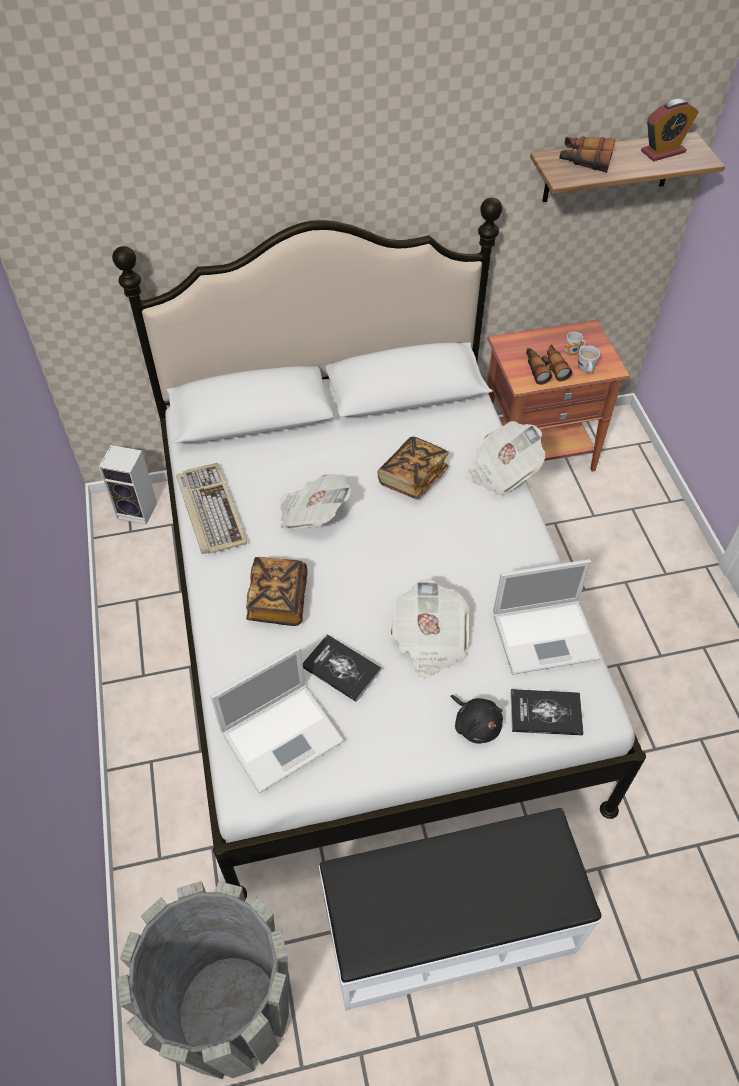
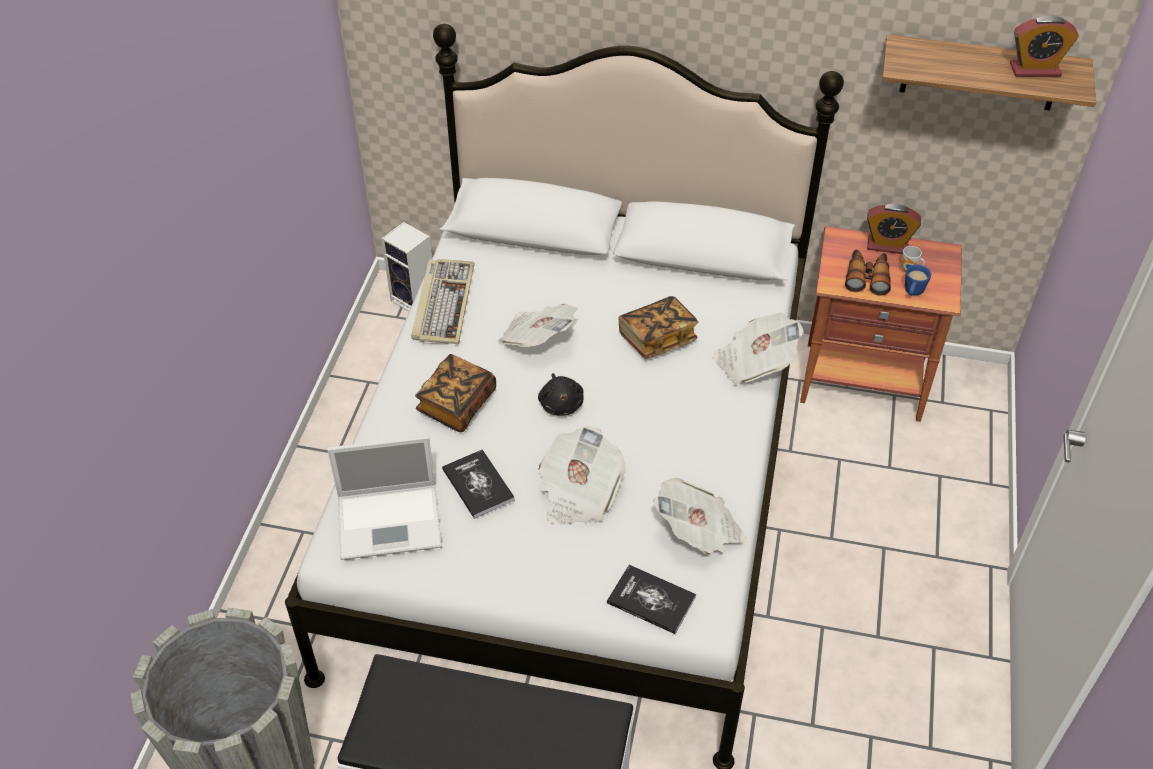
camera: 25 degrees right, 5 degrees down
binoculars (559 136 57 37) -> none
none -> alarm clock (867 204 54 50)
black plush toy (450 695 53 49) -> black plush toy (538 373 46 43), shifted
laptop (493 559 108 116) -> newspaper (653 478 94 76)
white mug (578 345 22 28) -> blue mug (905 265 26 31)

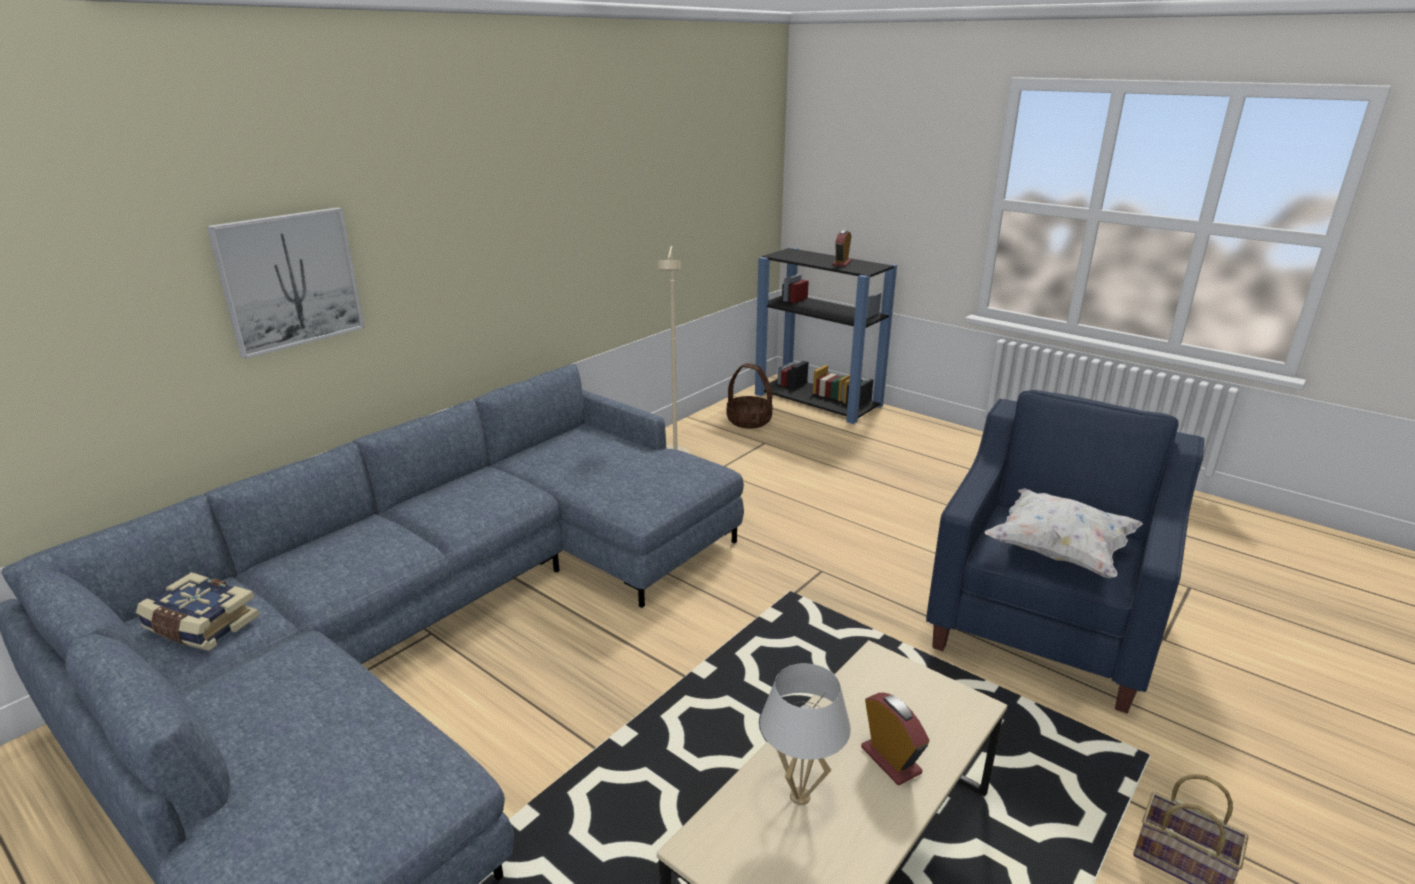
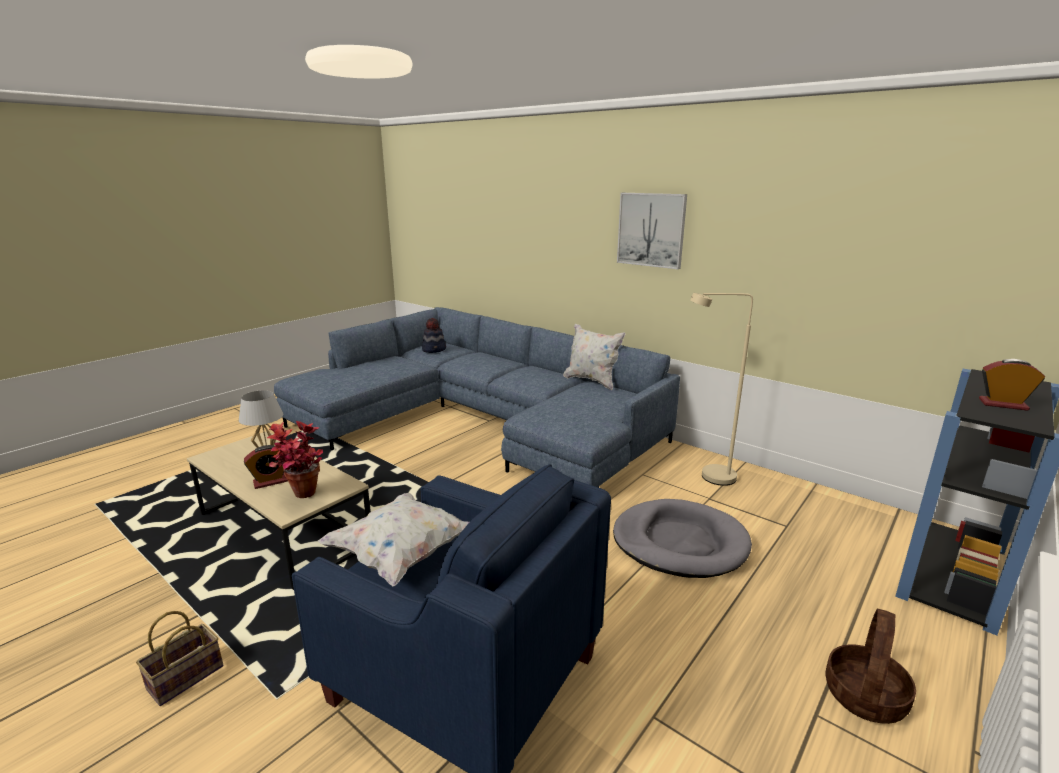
camera: 90 degrees right, 5 degrees down
none -> potted plant (267 421 56 77)
none -> white pillow (563 324 63 66)
none -> grey dog bed (613 499 139 79)
picture (207 207 158 152) -> picture (617 193 70 76), shifted
basket (727 363 46 65) -> basket (826 608 90 116), shifted
book (136 572 124 79) -> hat (422 318 24 35)

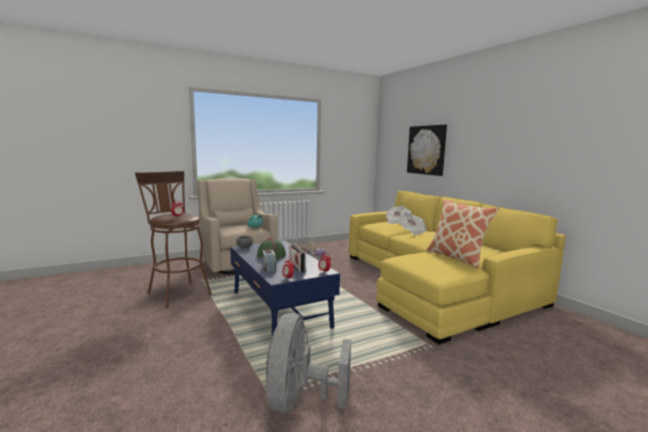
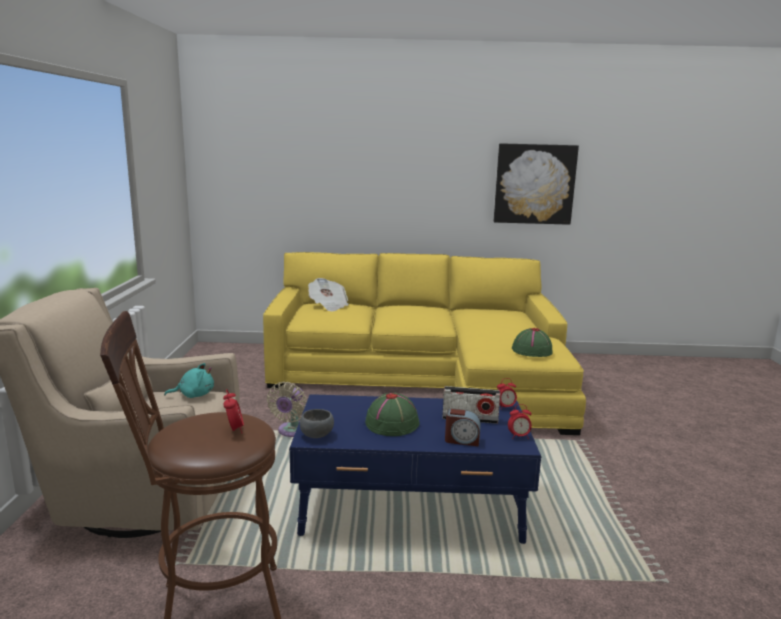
camera: 60 degrees left, 5 degrees up
grey fan (266 313 85 100) -> none
newspaper (399 213 28 22) -> none
pillow (426 199 74 70) -> none
none -> green hat (512 328 41 29)
picture (407 124 40 52) -> picture (494 143 85 82), shifted

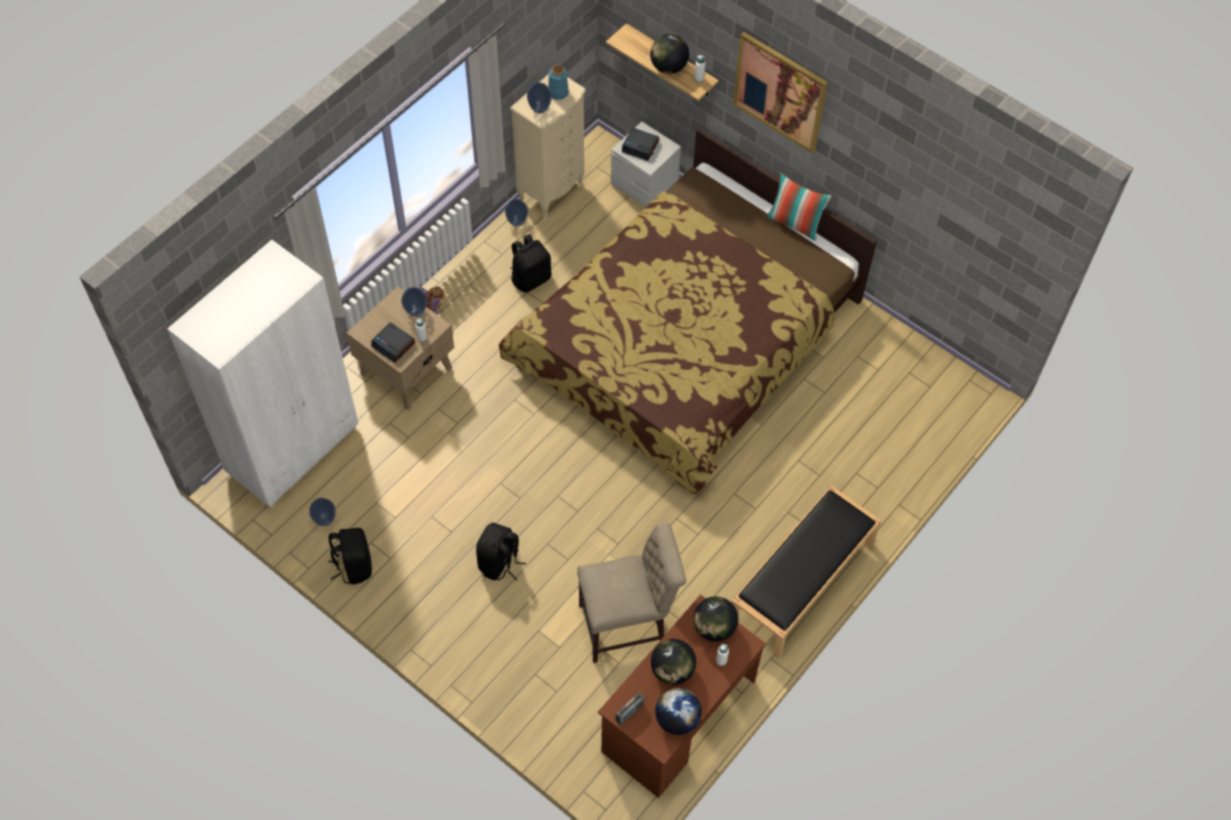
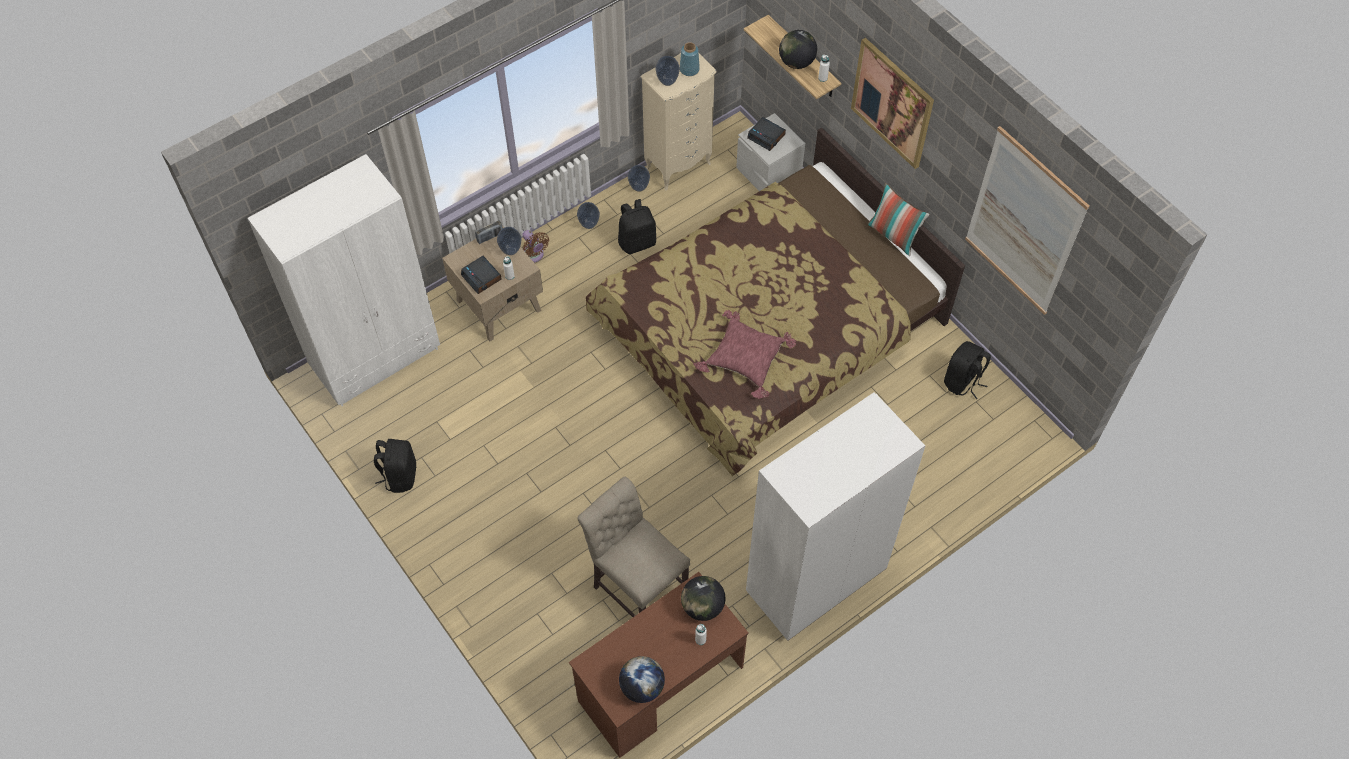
camera: 15 degrees right, 0 degrees up
globe (651 639 45 46) -> none
none -> red pillow (693 310 104 89)
none -> picture (965 126 124 189)
vase (309 498 27 28) -> vase (577 202 23 27), shifted
black backpack (476 523 50 58) -> black backpack (944 341 47 58), shifted
radio (615 692 30 33) -> radio (475 220 28 24), shifted
black bench (732 486 149 173) -> white wardrobe (746 392 179 249)
beige chair (577 523 109 140) -> beige chair (577 477 113 140), 135 degrees counterclockwise

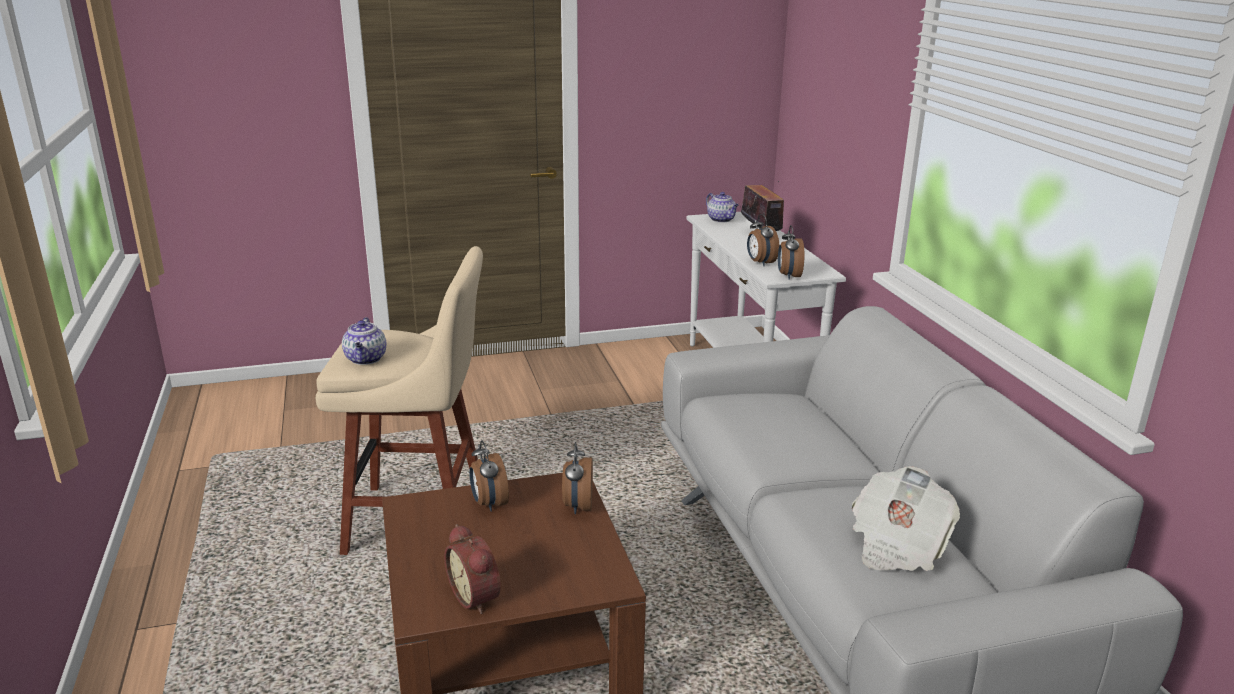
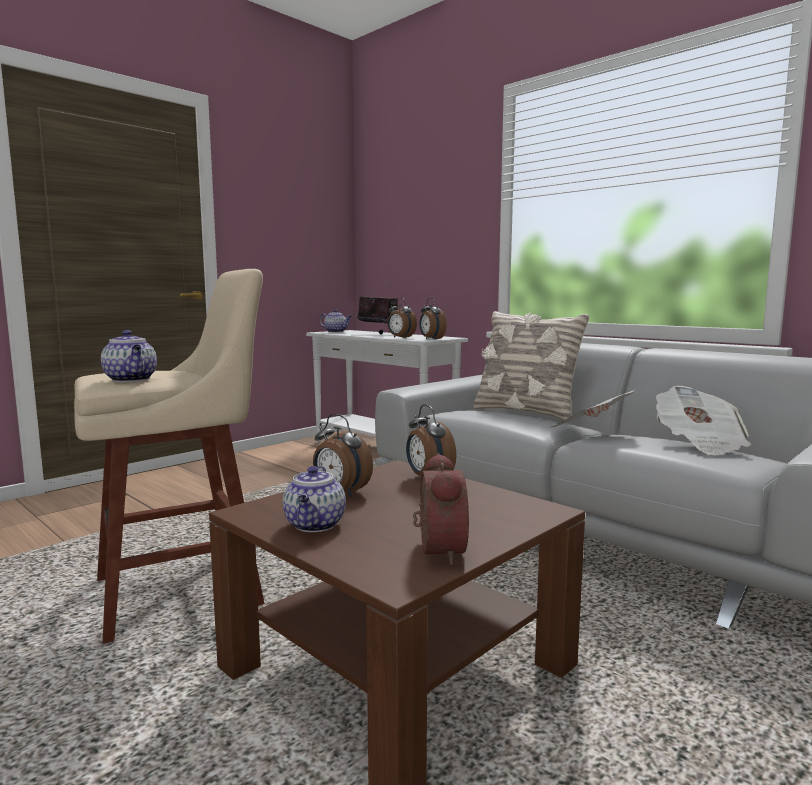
camera: 30 degrees left, 15 degrees down
none -> teapot (283 466 63 66)
none -> beige pillow (473 311 116 111)
none -> newspaper (551 390 83 38)
alarm clock (444 524 57 90) -> alarm clock (413 453 56 112), 120 degrees counterclockwise

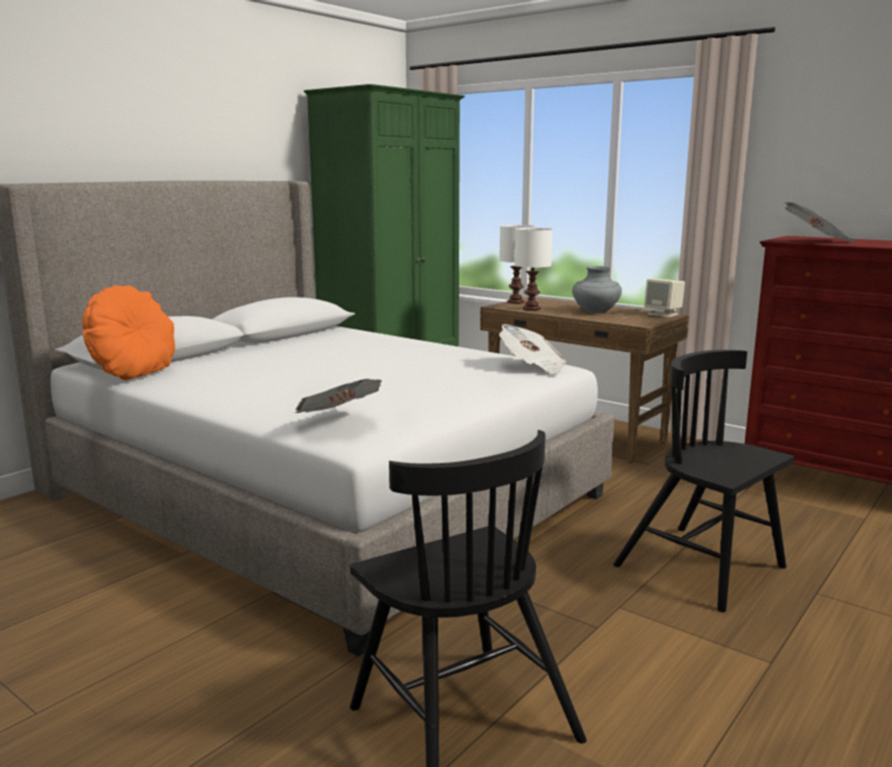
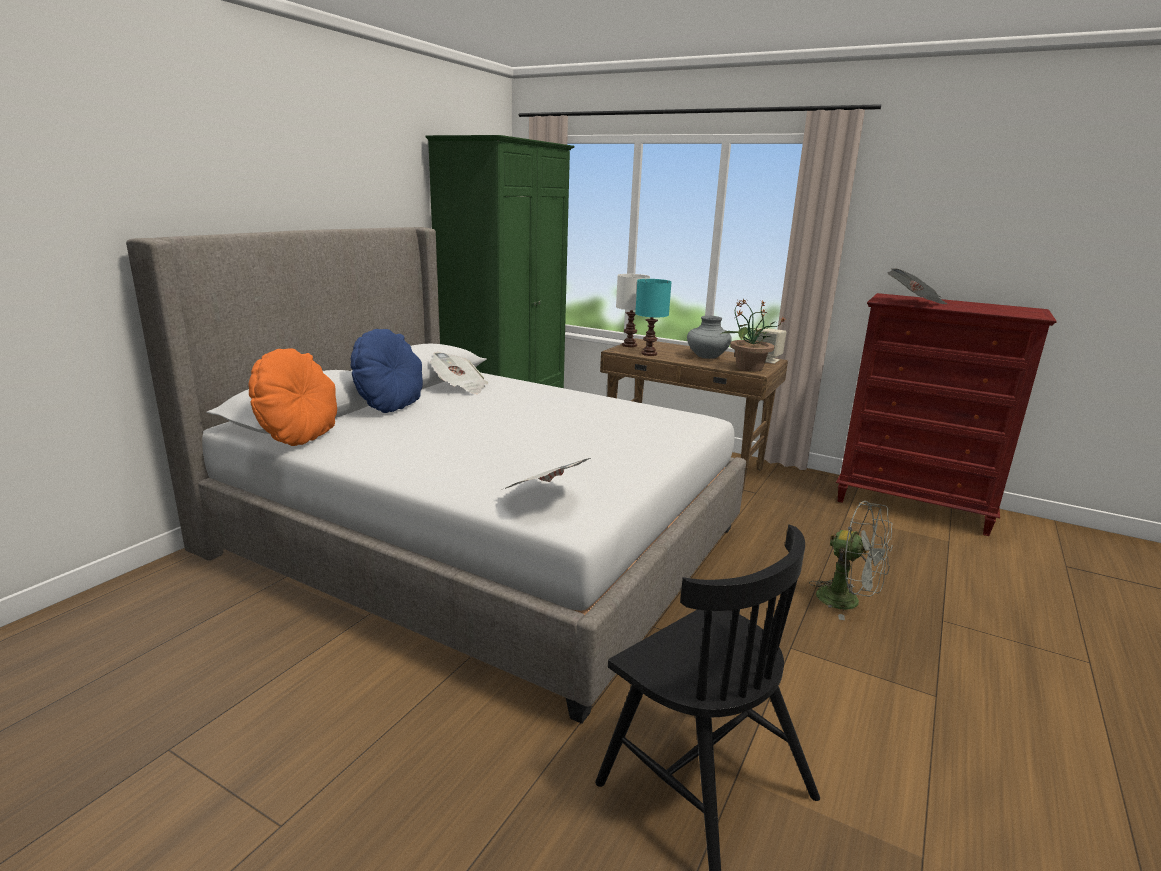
camera: 10 degrees left, 5 degrees up
none -> blue pillow (351 329 72 84)
none -> potted plant (721 299 65 73)
newspaper (499 324 67 50) -> newspaper (430 352 58 42), shifted
black chair (613 350 182 262) -> grey fan (809 501 84 119)
white table lamp (515 228 38 83) -> turquoise table lamp (635 279 37 77)

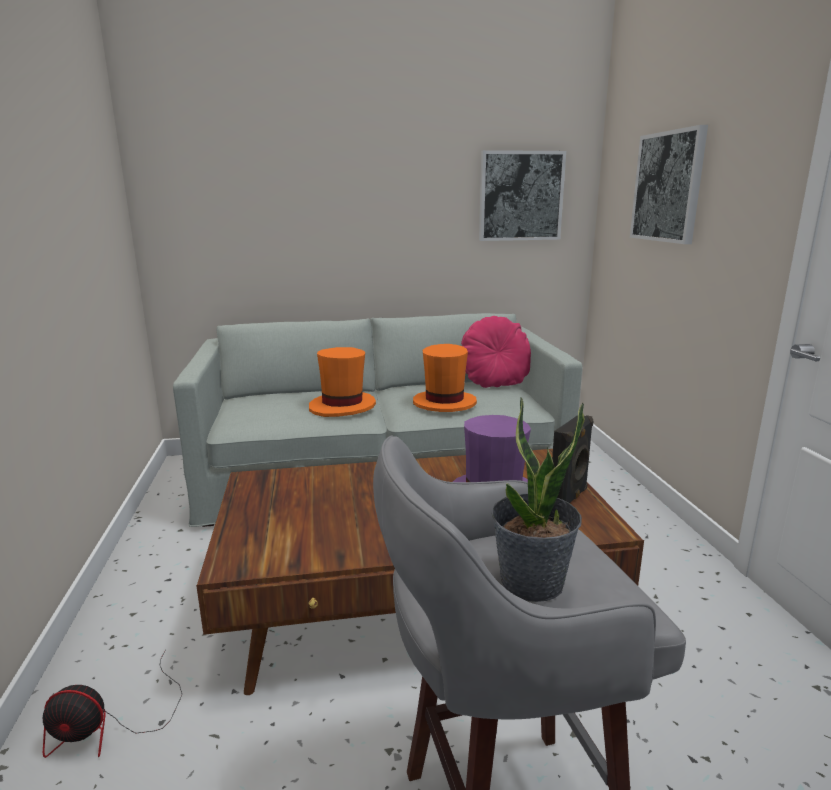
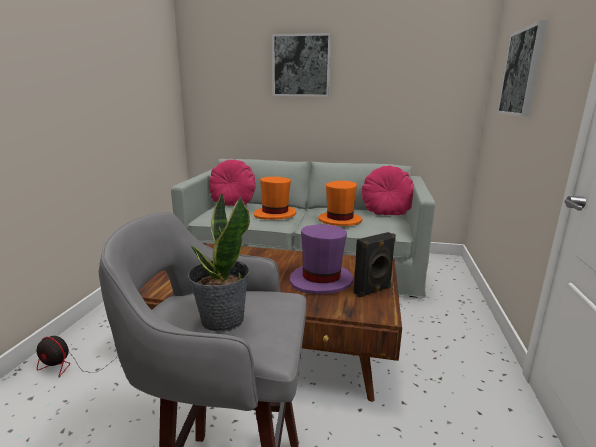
camera: 20 degrees right, 0 degrees up
none -> pink pillow (209 159 47 47)
picture (479 150 87 91) -> picture (272 33 59 64), shifted

